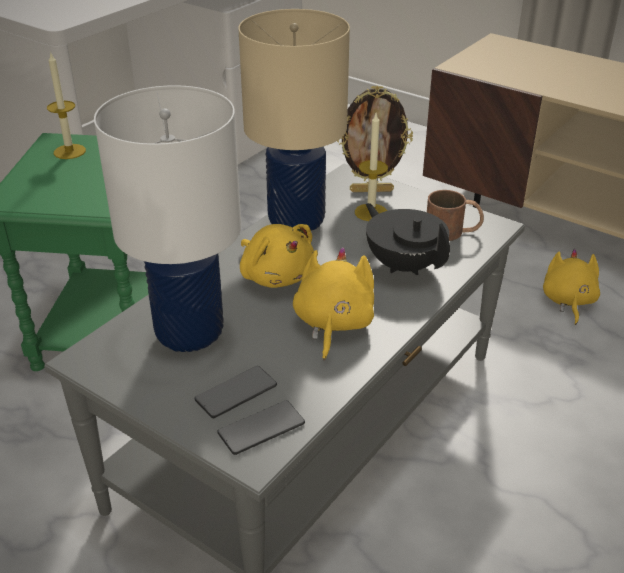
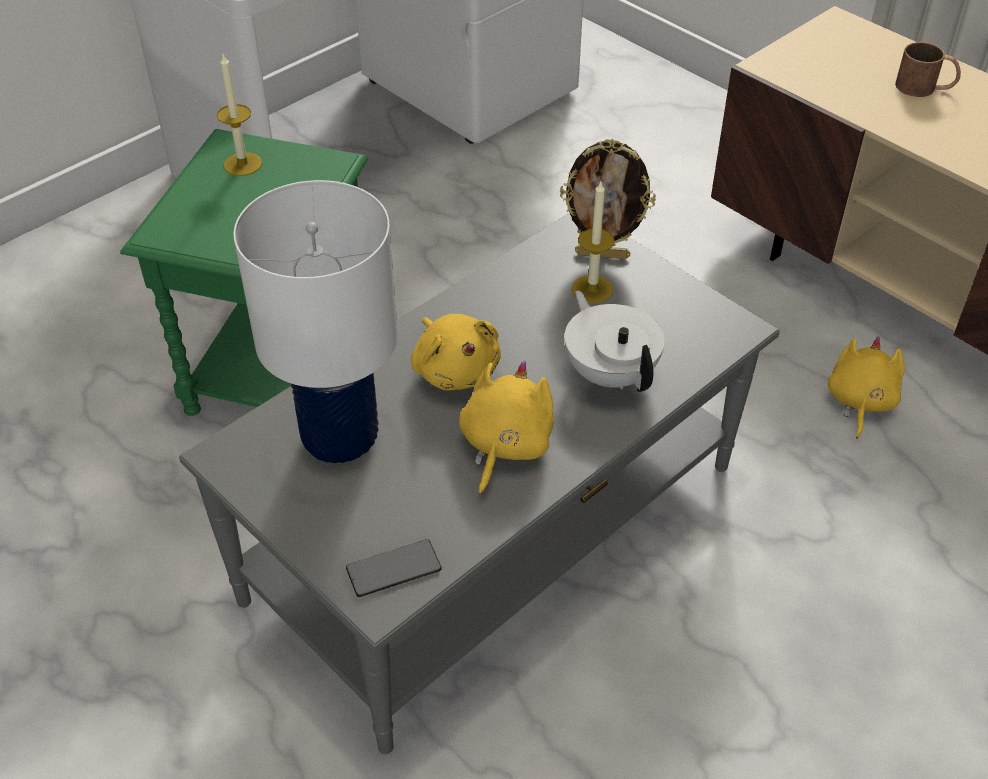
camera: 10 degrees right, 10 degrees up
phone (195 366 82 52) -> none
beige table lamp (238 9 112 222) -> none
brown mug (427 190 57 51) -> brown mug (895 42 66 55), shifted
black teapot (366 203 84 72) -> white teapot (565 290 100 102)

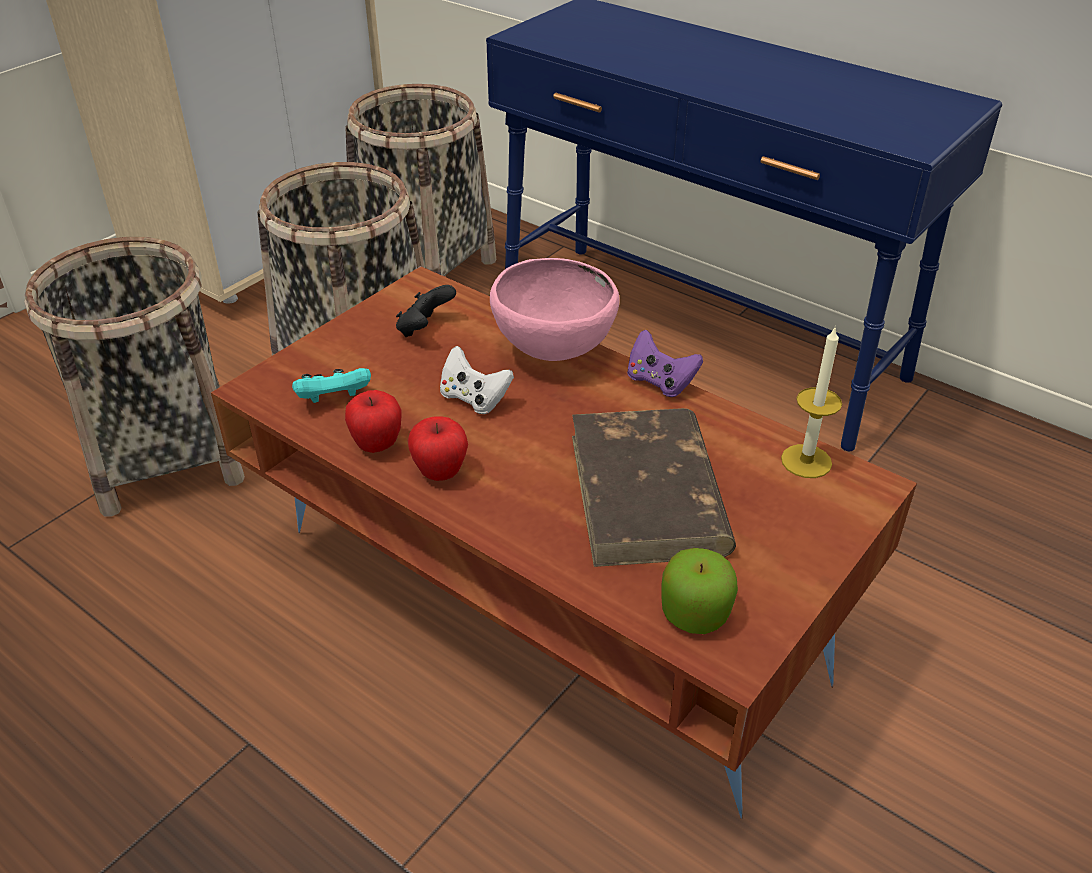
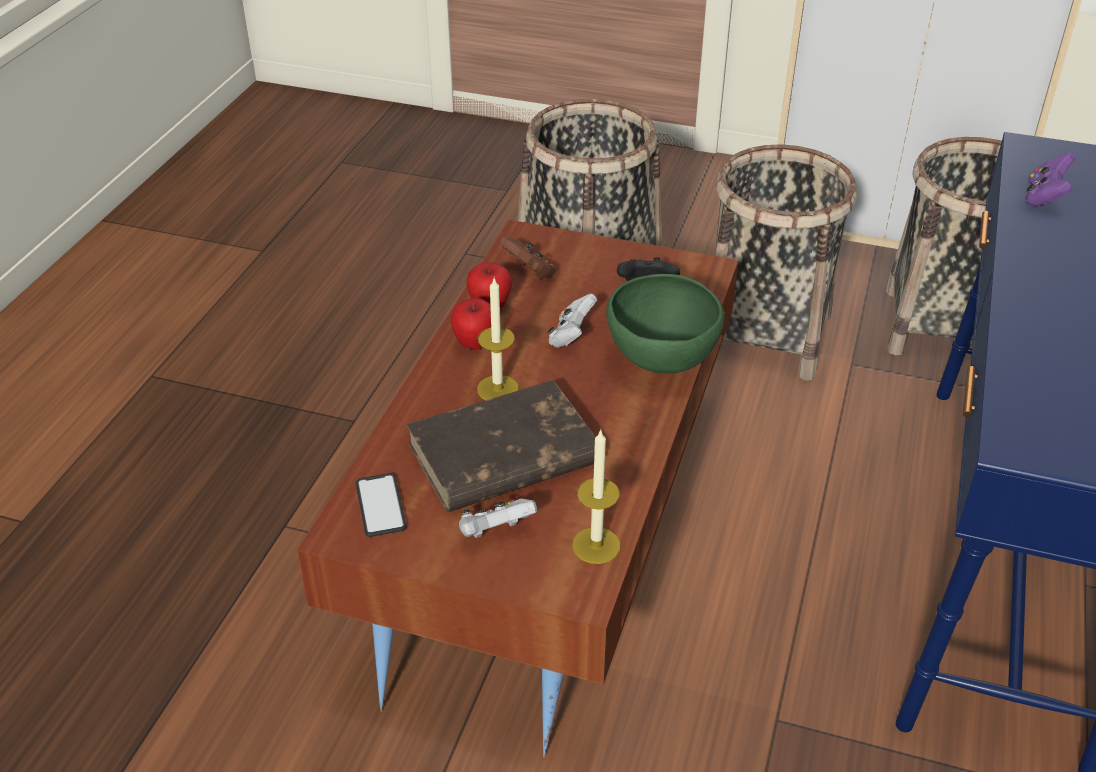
camera: 70 degrees right, 0 degrees up
none -> white game controller (459 499 78 39)
none -> candle (477 278 42 122)
purple game controller (627 329 76 68) -> purple game controller (1025 153 50 54), shifted
apple (661 548 77 86) -> phone (356 473 51 64)
turquoise game controller (292 368 79 35) -> brown game controller (500 237 56 42)
pink bowl (490 258 129 103) -> green bowl (606 274 119 100)

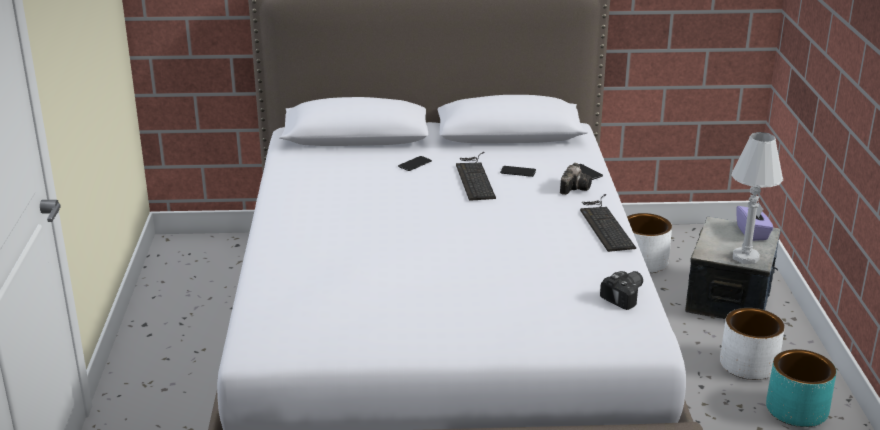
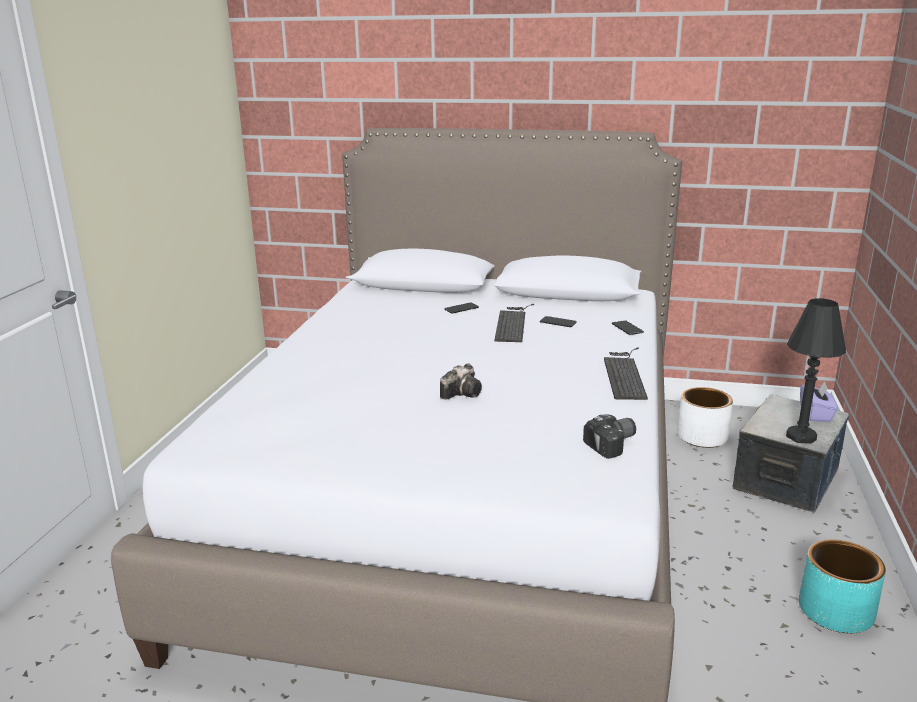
camera: 15 degrees right, 5 degrees down
white planter (720 308 65 72) -> none
photo camera (560 163 32 32) -> photo camera (440 363 42 37), shifted
white table lamp (732 132 51 132) -> black table lamp (786 298 60 146)

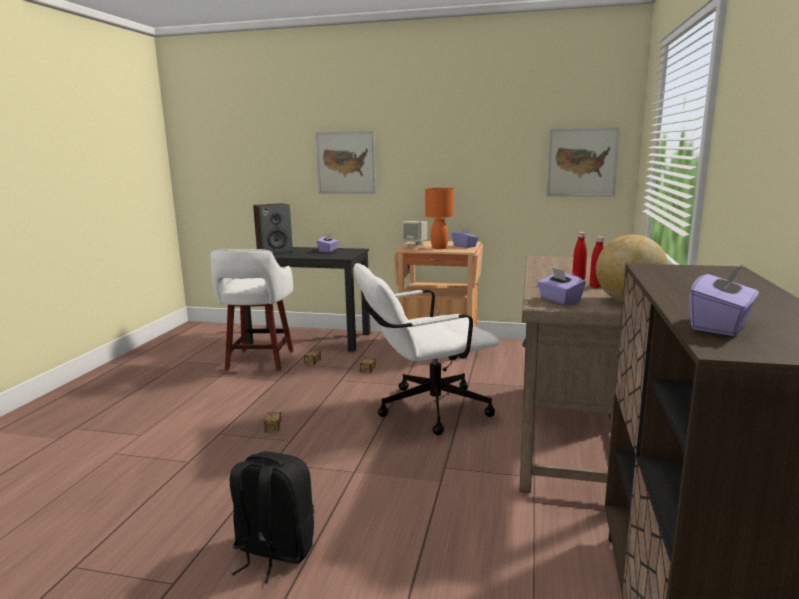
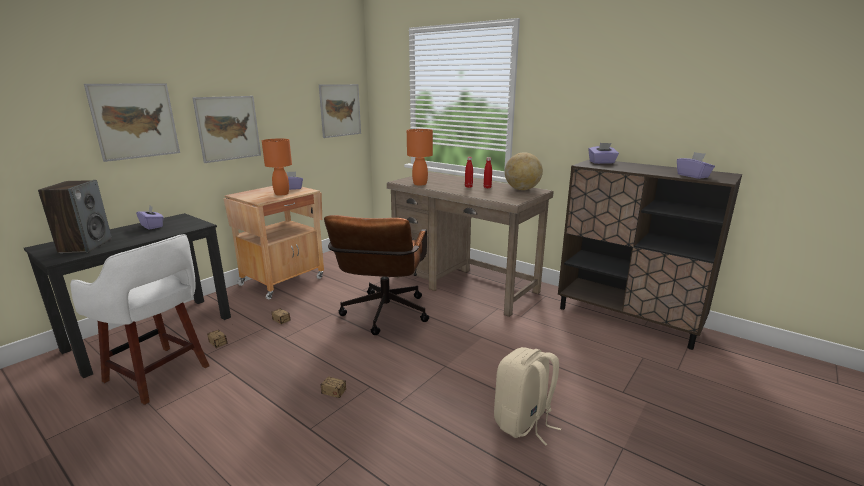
camera: 65 degrees left, 5 degrees up
beige speaker (402 221 26 26) -> none
none -> picture (192 96 69 67)
none -> orange table lamp (407 129 26 57)
purple tissue box (537 267 49 38) -> purple tissue box (588 143 31 21), shifted
black backpack (230 451 84 133) -> beige backpack (494 347 67 99)
white office chair (354 263 145 172) -> brown office chair (324 215 105 120)

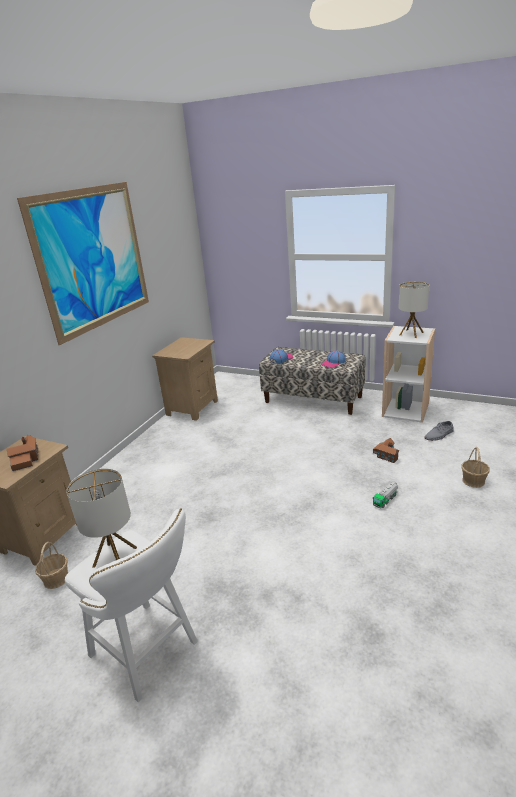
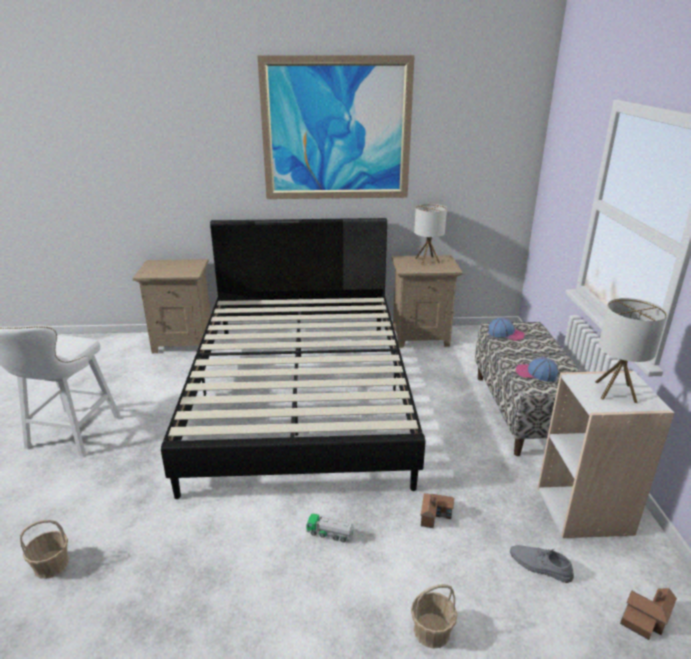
camera: 60 degrees right, 0 degrees up
none -> black bed (161 218 265 281)
toy house (7 435 31 36) -> toy house (620 588 57 52), shifted
basket (35 541 33 48) -> basket (20 520 49 59), shifted
table lamp (66 469 71 99) -> table lamp (414 204 33 61), shifted

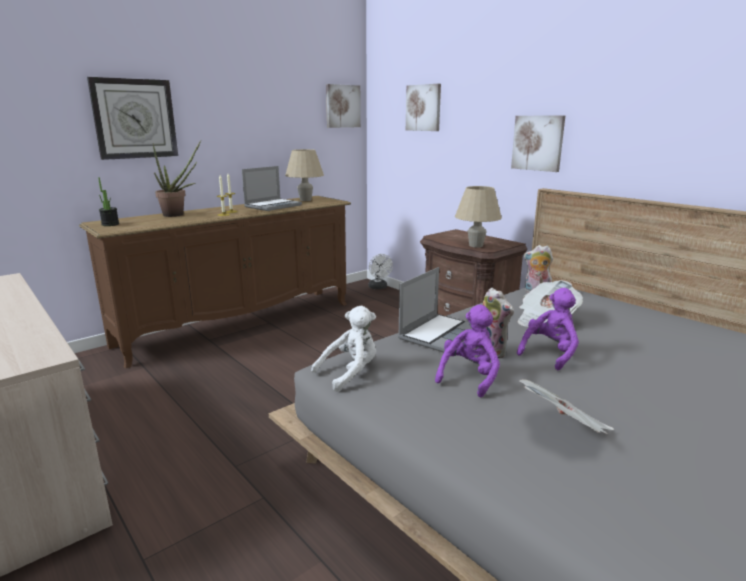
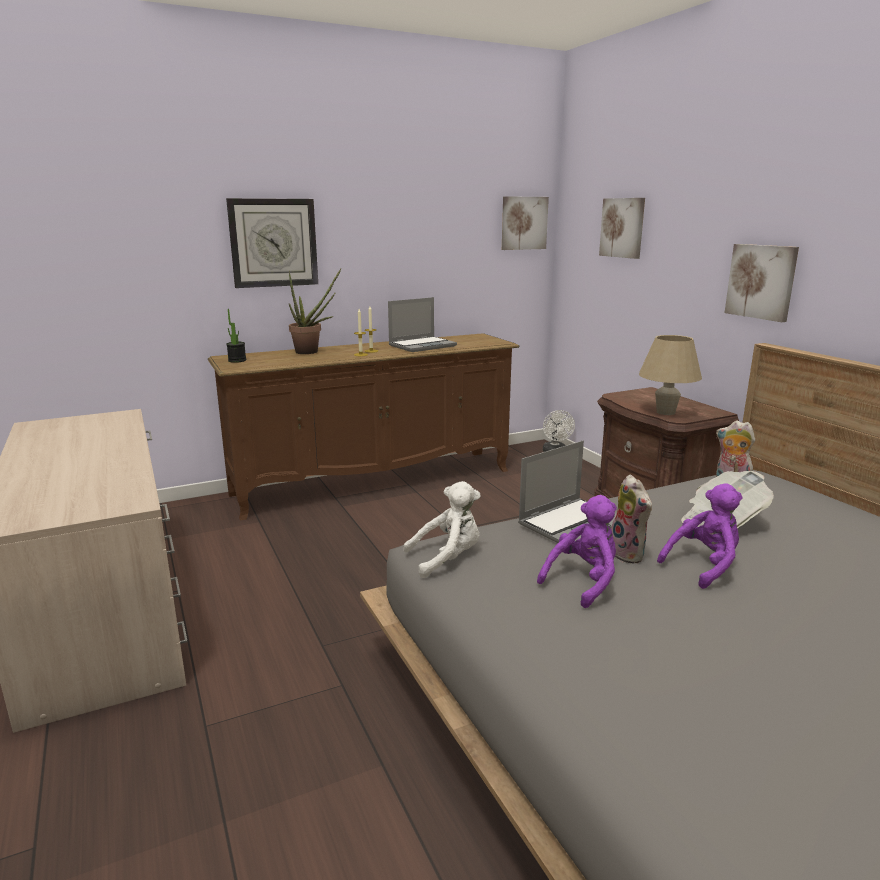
camera: 15 degrees right, 0 degrees up
beige table lamp (285 149 39 52) -> none
newspaper (519 379 95 55) -> none

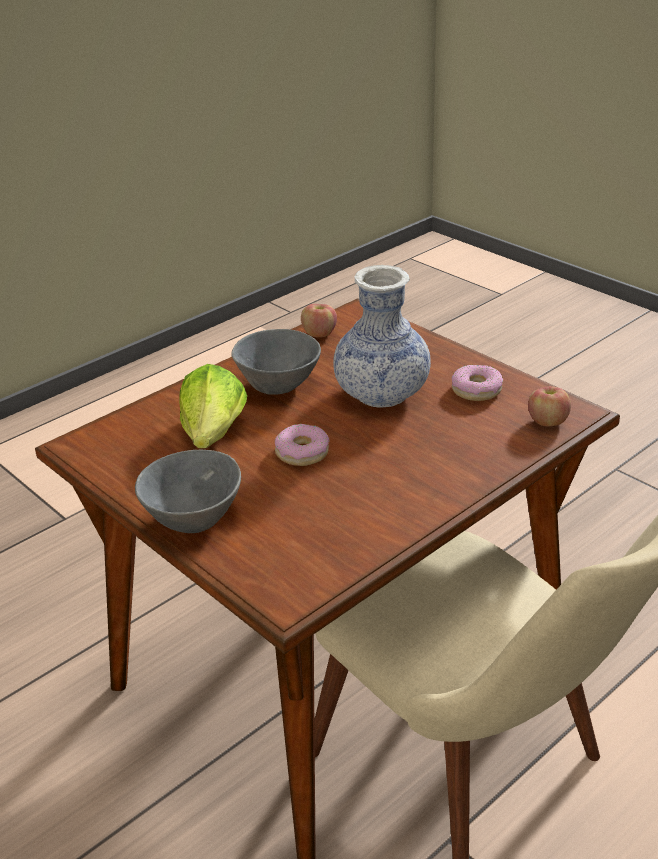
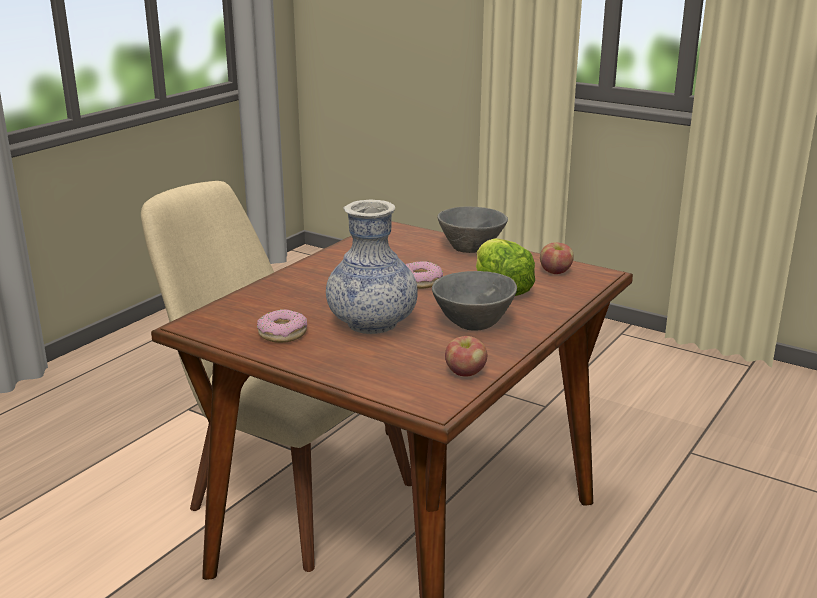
camera: 165 degrees right, 10 degrees down
apple (528 386 43 41) -> apple (540 242 34 32), shifted

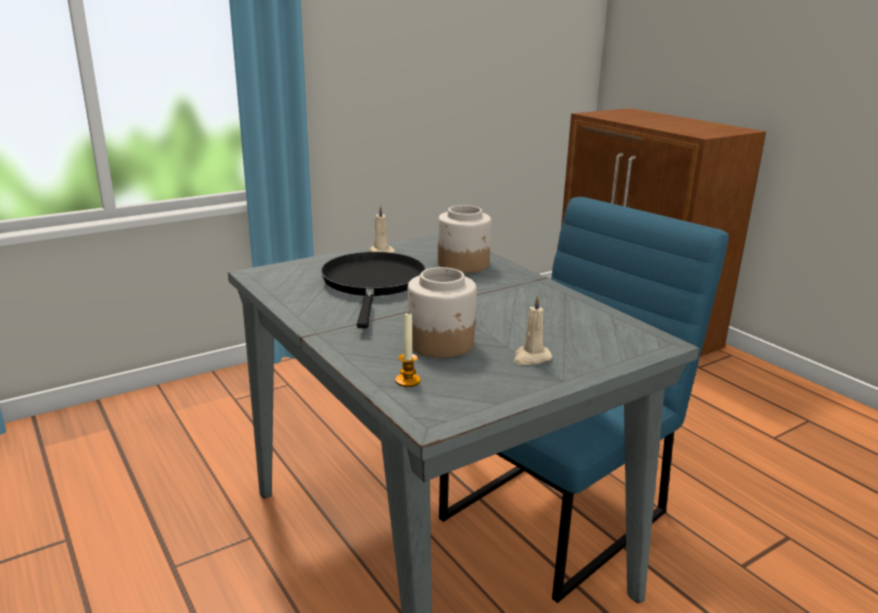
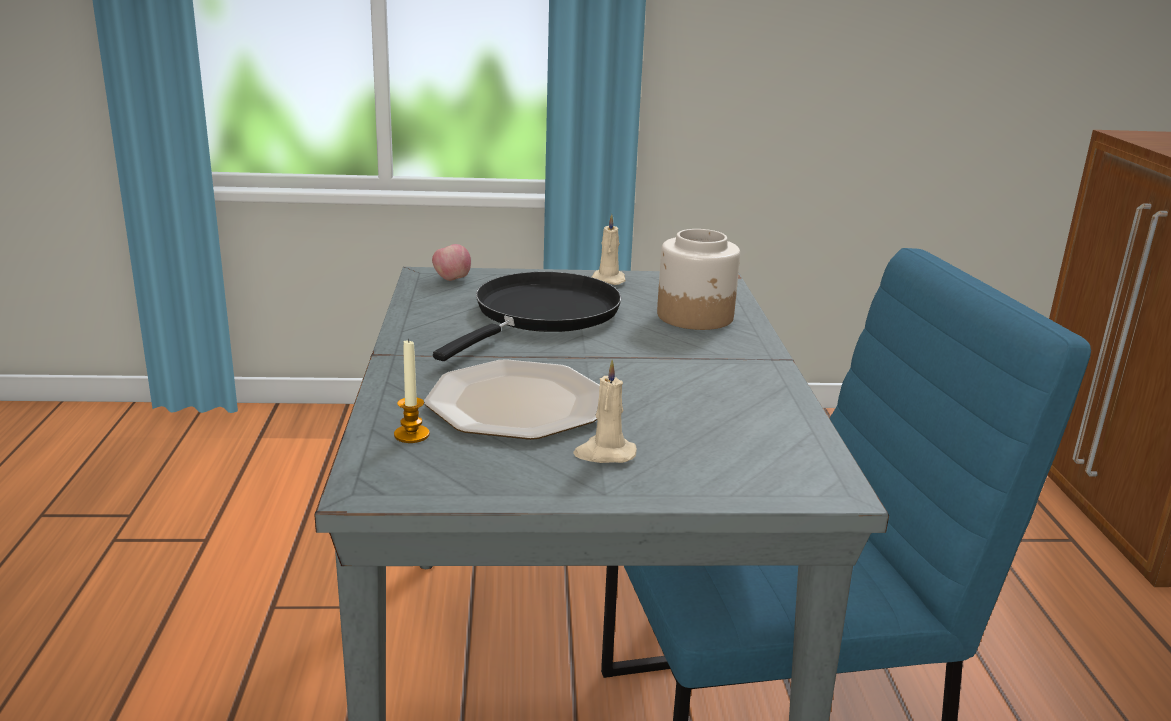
camera: 30 degrees right, 0 degrees up
none -> apple (432 244 39 37)
jar (407 267 69 91) -> plate (424 359 176 81)

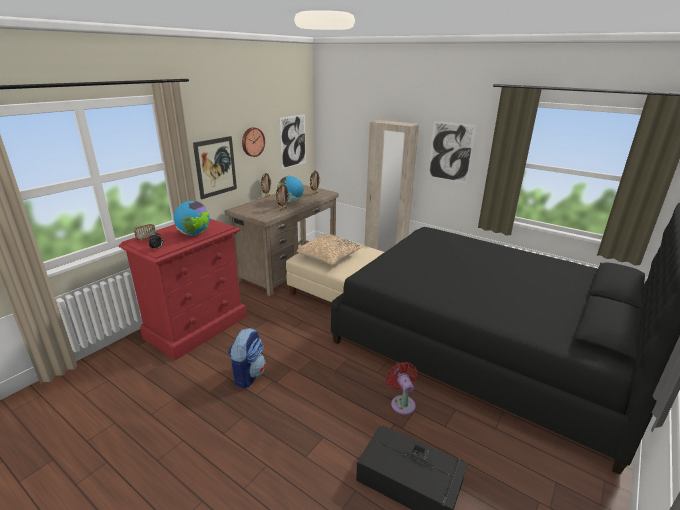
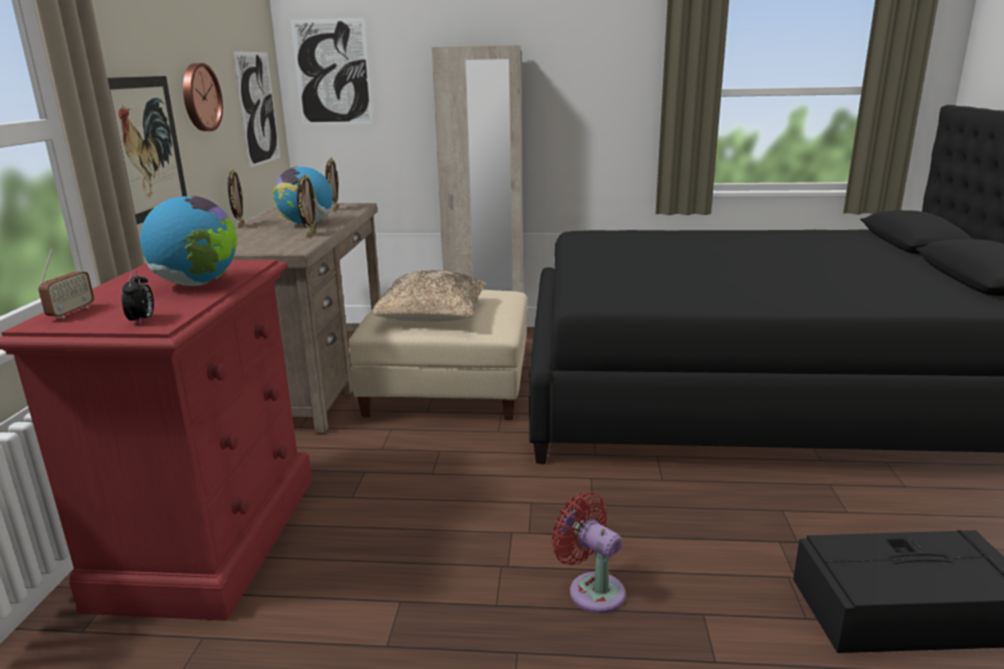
camera: 30 degrees left, 5 degrees down
backpack (228 328 38 61) -> none
red fan (386 362 31 53) -> red fan (551 492 75 121), shifted
picture (428 121 48 63) -> picture (291 18 82 106), shifted

